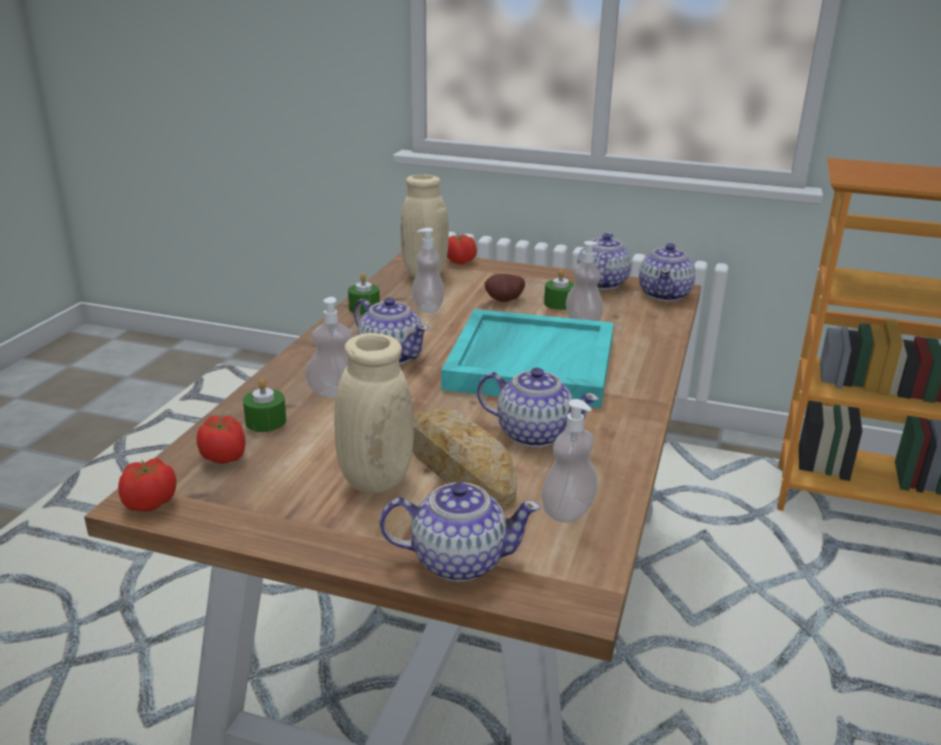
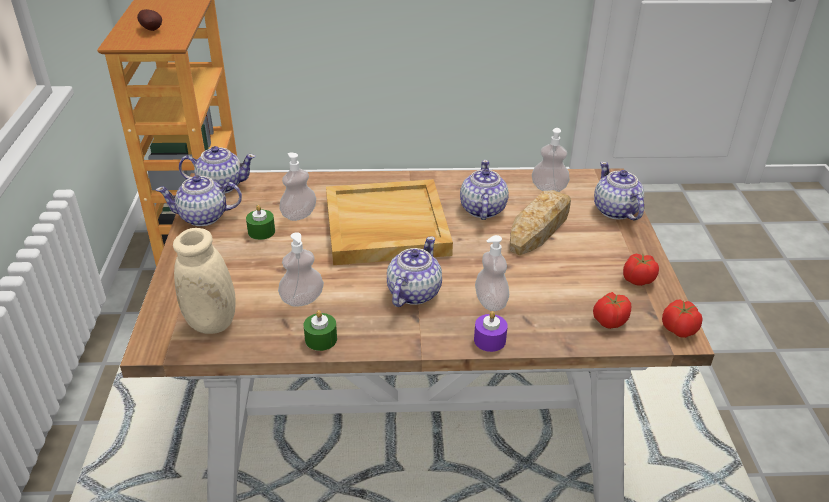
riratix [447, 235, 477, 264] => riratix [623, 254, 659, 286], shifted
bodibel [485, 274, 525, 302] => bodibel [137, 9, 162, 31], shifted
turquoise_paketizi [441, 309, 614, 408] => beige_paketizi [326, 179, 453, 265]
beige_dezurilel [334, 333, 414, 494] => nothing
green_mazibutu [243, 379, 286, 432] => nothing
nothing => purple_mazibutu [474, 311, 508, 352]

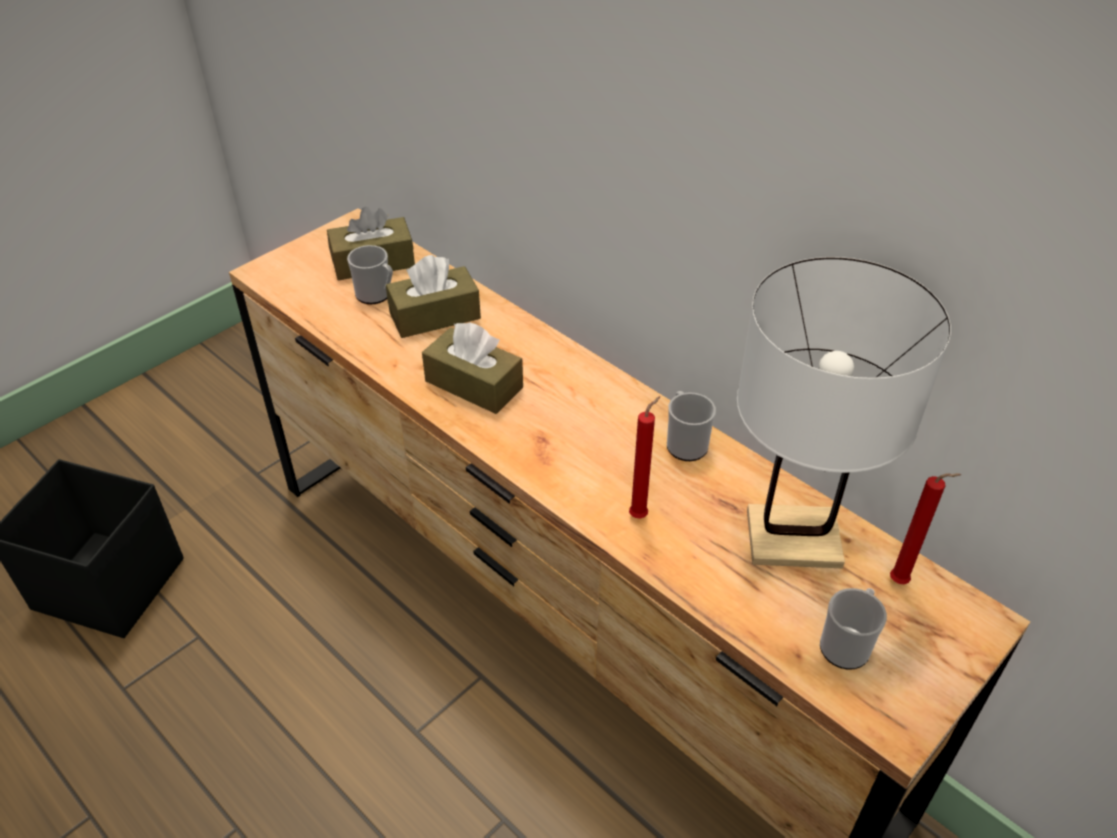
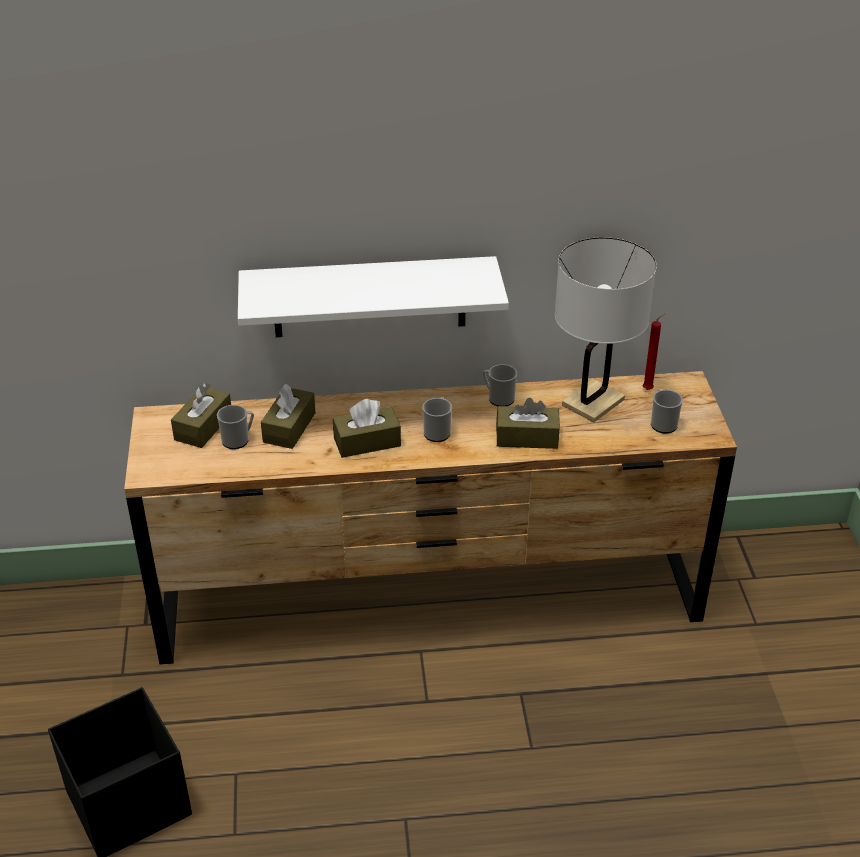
red_mazibutu [629, 396, 660, 519] => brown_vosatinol [496, 398, 560, 449]
nothing => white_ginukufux [238, 256, 509, 337]
nothing => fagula [422, 397, 452, 442]

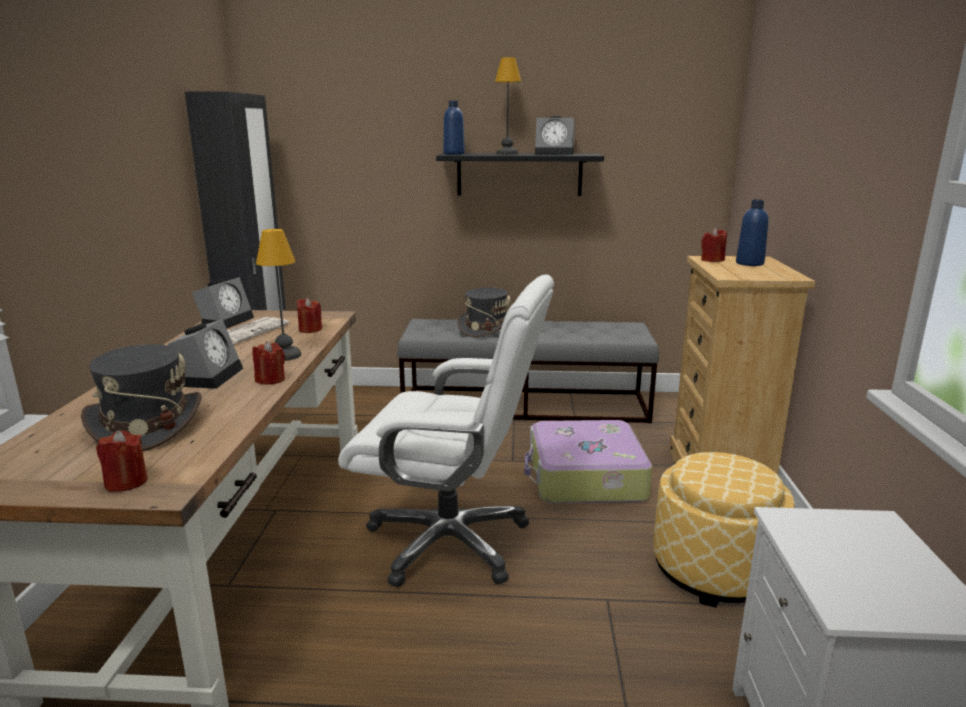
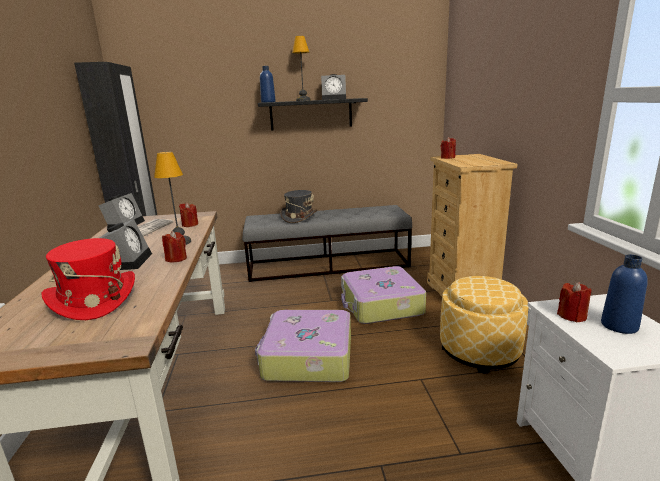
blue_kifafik [736, 200, 769, 266] => blue_kifafik [601, 255, 648, 334], shifted
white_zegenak [338, 274, 554, 587] => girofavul [255, 310, 351, 382]
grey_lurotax [81, 344, 201, 451] => red_lurotax [41, 238, 135, 320]
red_mazibutu [96, 430, 148, 492] => red_mazibutu [557, 282, 591, 322], shifted

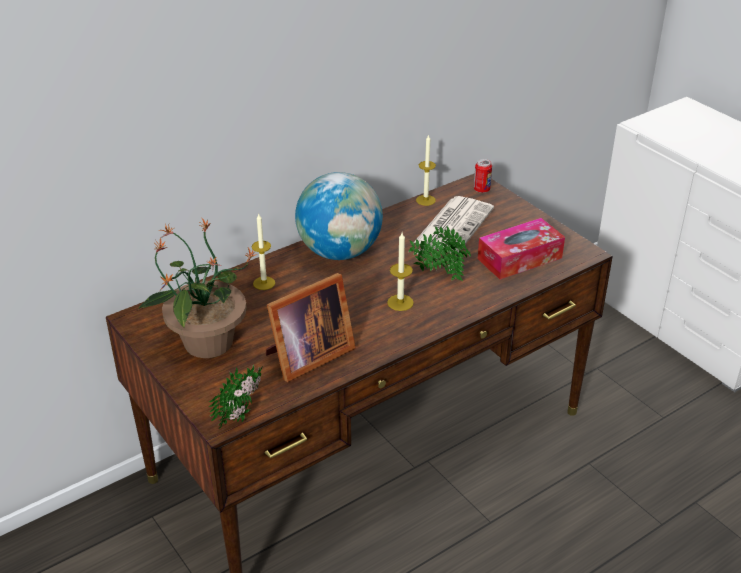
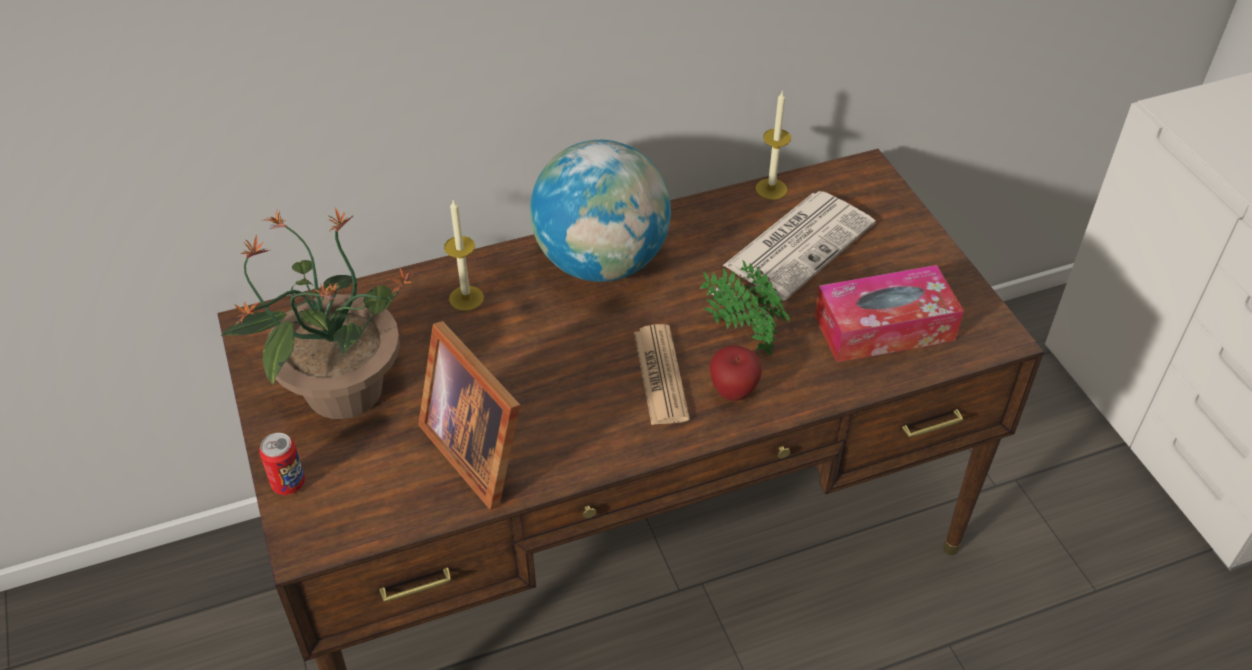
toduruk [474, 159, 492, 193] => toduruk [259, 433, 305, 495], shifted
mazibutu [387, 233, 414, 311] => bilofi [634, 324, 690, 425]
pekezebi [266, 273, 356, 382] => pekezebi [418, 321, 521, 510], 75 degrees clockwise
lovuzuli [209, 365, 262, 429] => nothing
nothing => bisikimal [709, 345, 762, 401]

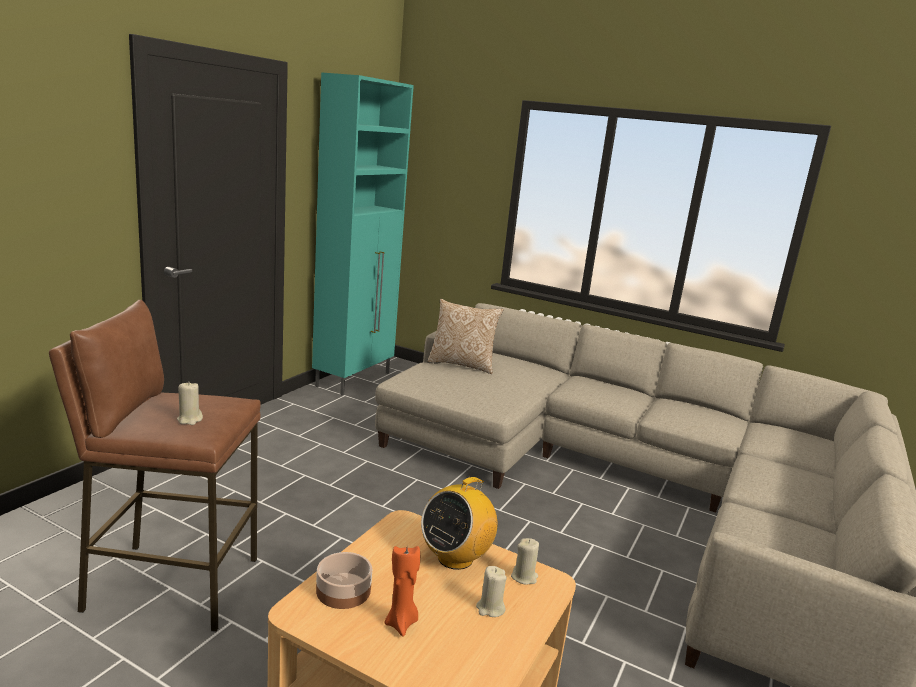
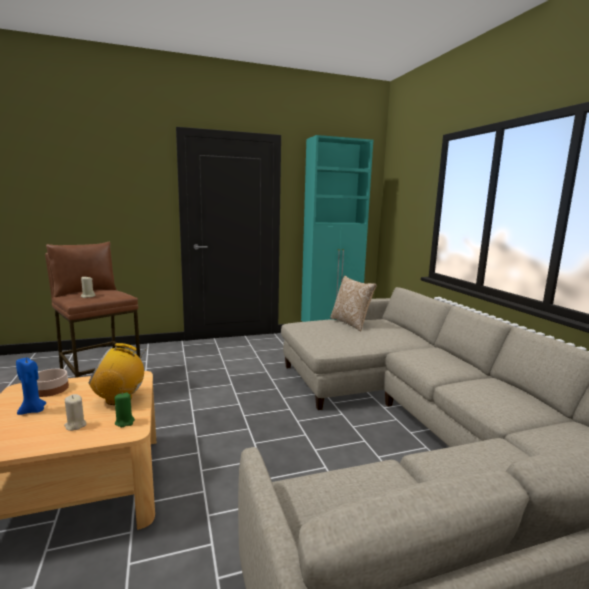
beige_mazibutu [511, 538, 539, 585] => green_mazibutu [114, 392, 135, 427]
orange_mazibutu [384, 546, 420, 637] => blue_mazibutu [16, 357, 46, 415]

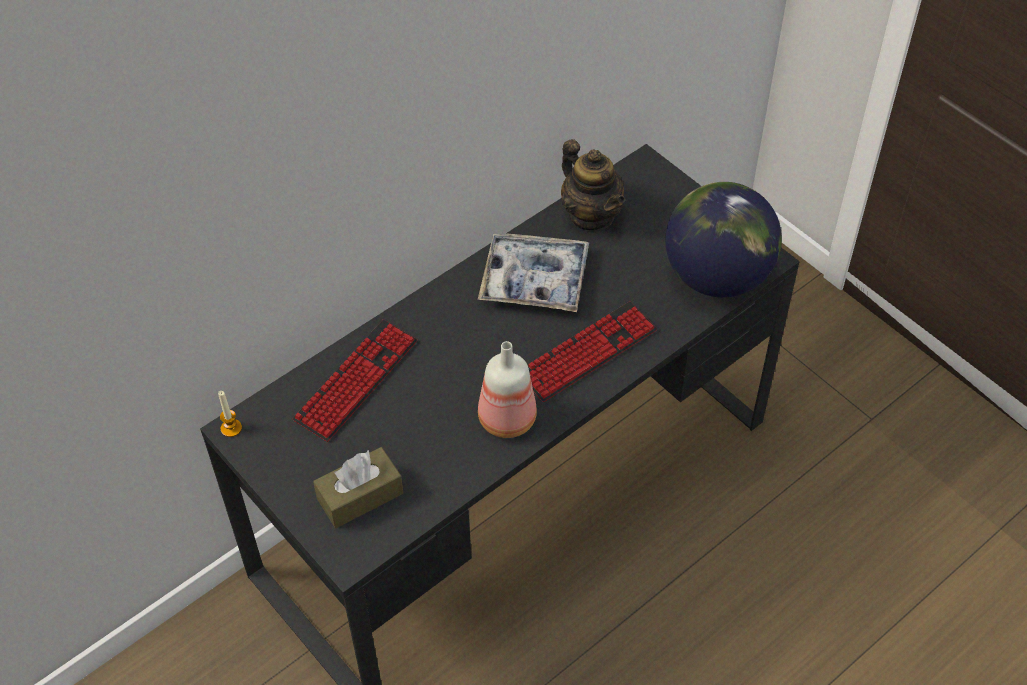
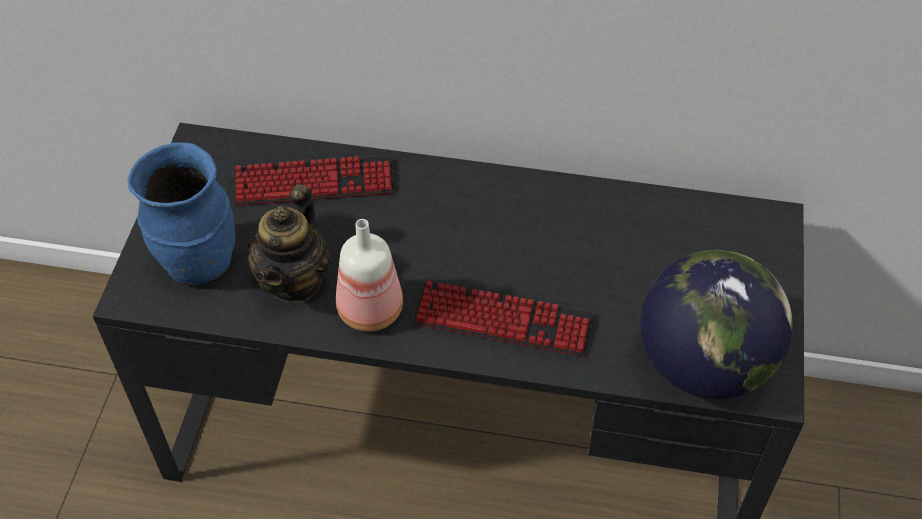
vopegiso [561, 139, 625, 231] => vopegiso [247, 184, 331, 304], shifted
paketizi [478, 232, 589, 312] => nothing
mazibutu [218, 391, 242, 437] => nothing
brown_vosatinol [313, 447, 403, 528] => blue_dezurilel [127, 143, 236, 286]

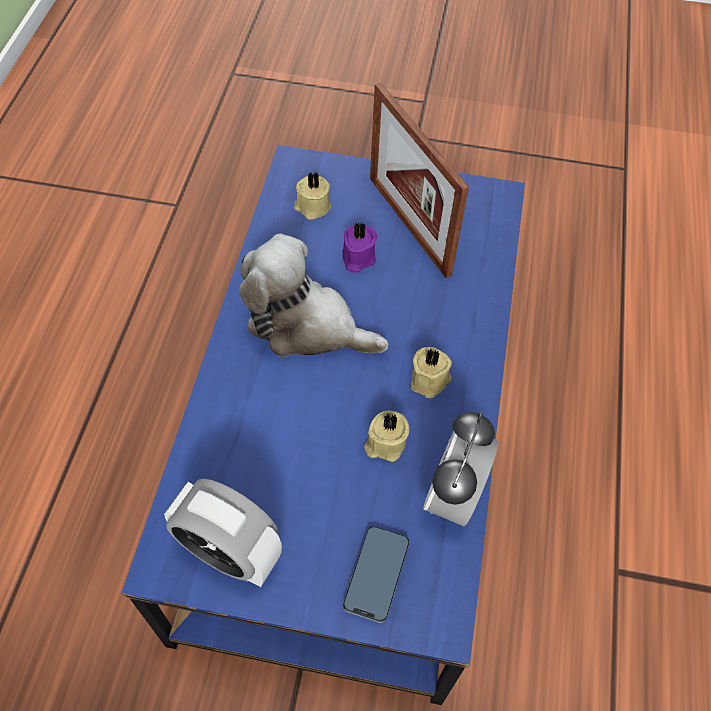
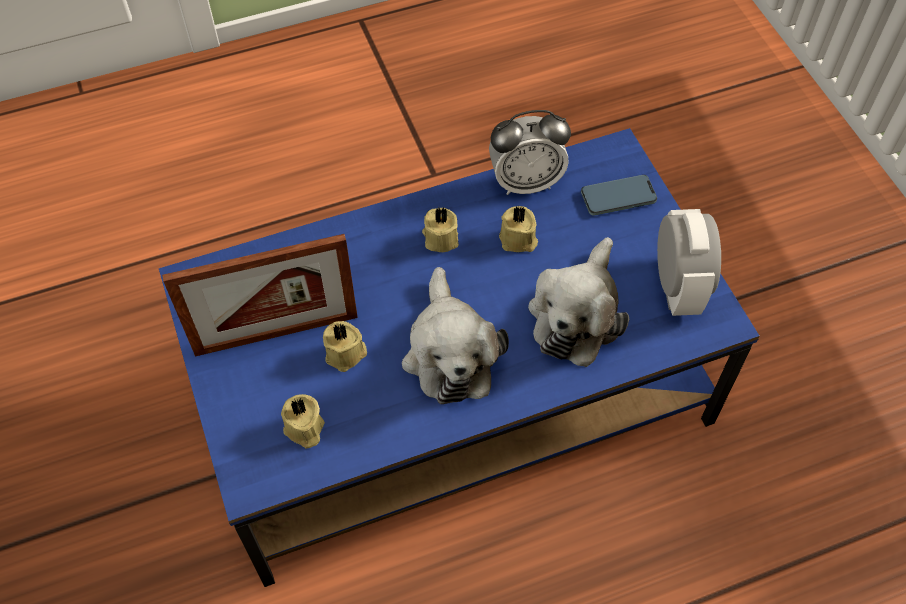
pekezebi [370, 82, 469, 278] => pekezebi [162, 234, 358, 356], 45 degrees clockwise
purple_mazibutu [342, 223, 377, 273] => beige_mazibutu [323, 321, 367, 372]
nothing => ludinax [528, 237, 629, 367]

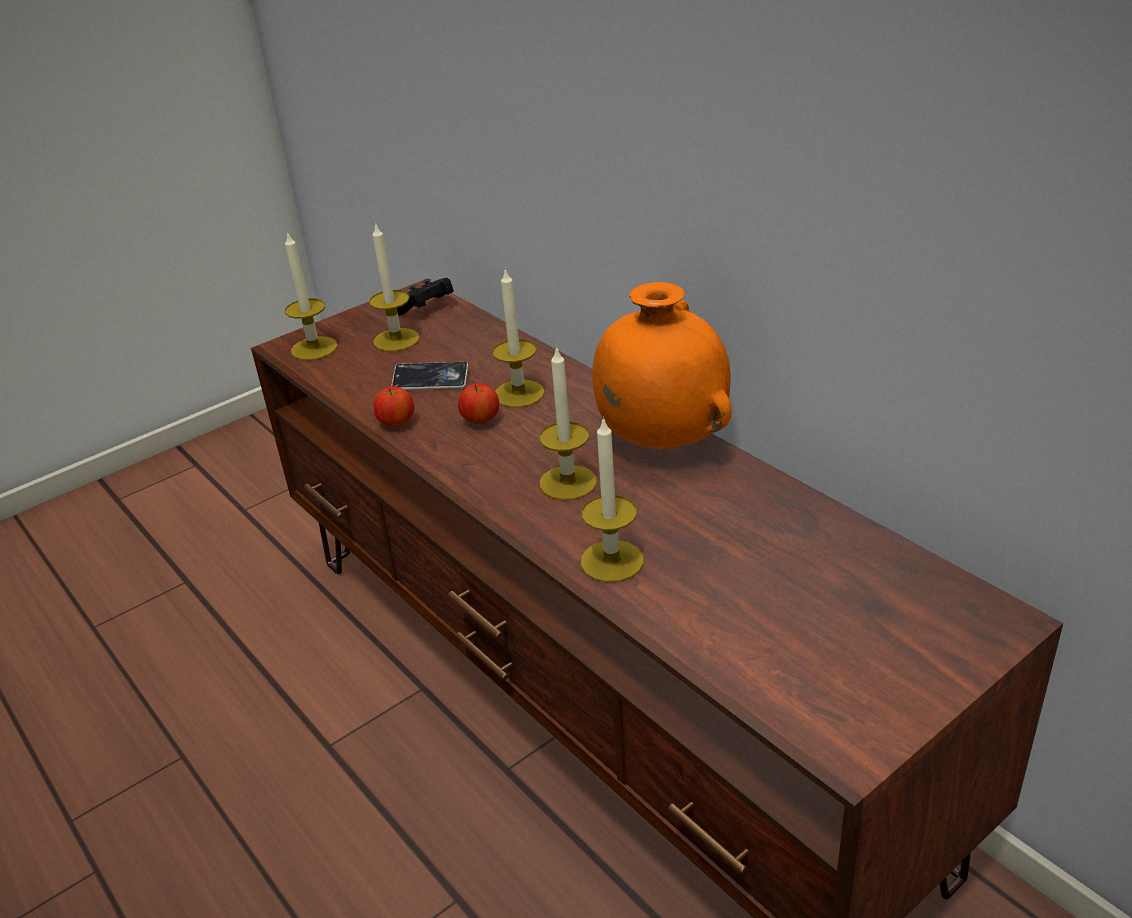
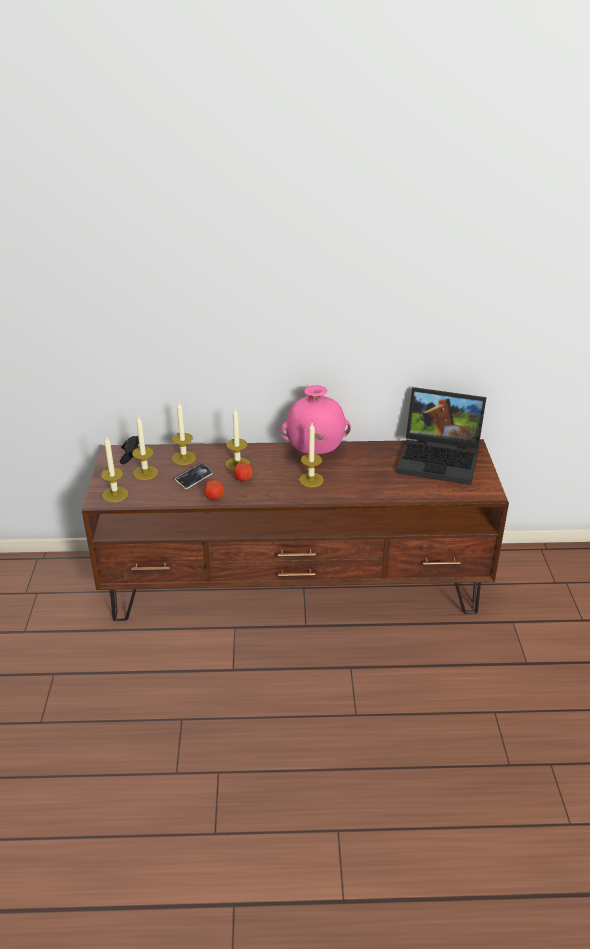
orange_dezurilel [592, 282, 732, 449] => pink_dezurilel [280, 385, 351, 454]
mazibutu [581, 416, 644, 583] => mazibutu [172, 403, 196, 465], shifted
nothing => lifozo [396, 387, 487, 485]

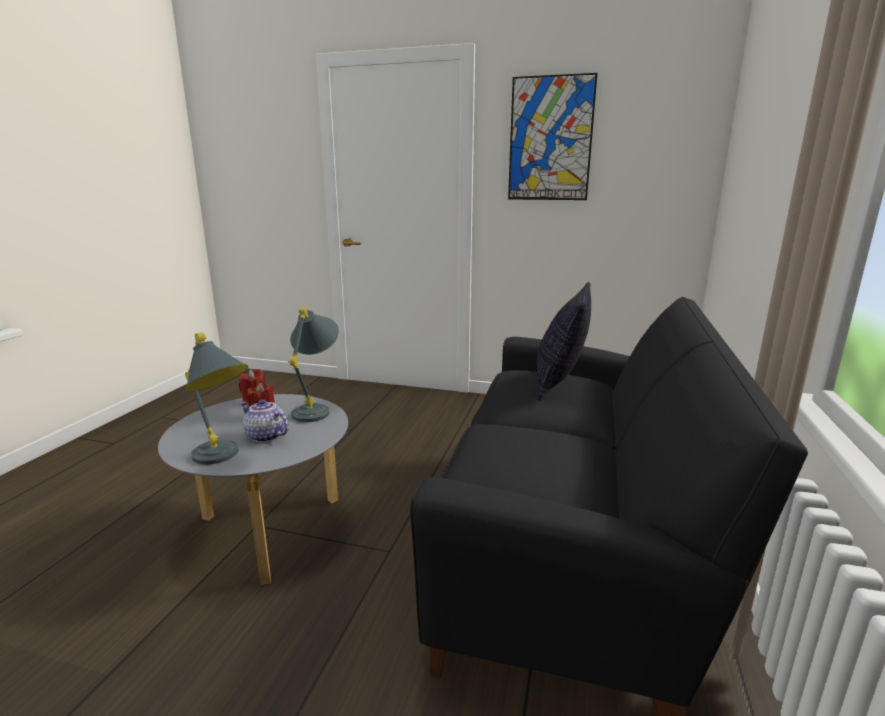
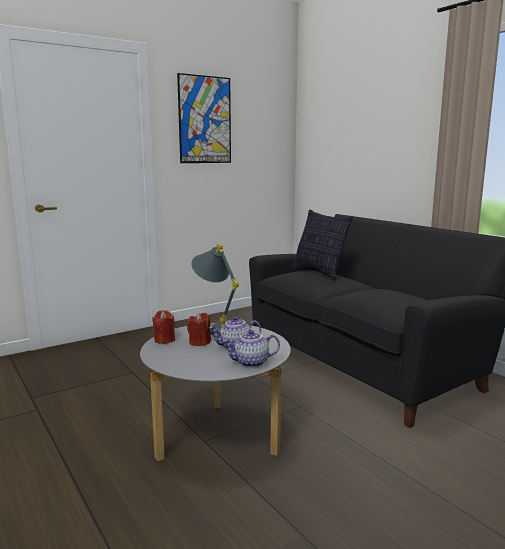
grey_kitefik [185, 332, 248, 465] => vopegiso [222, 330, 280, 368]

